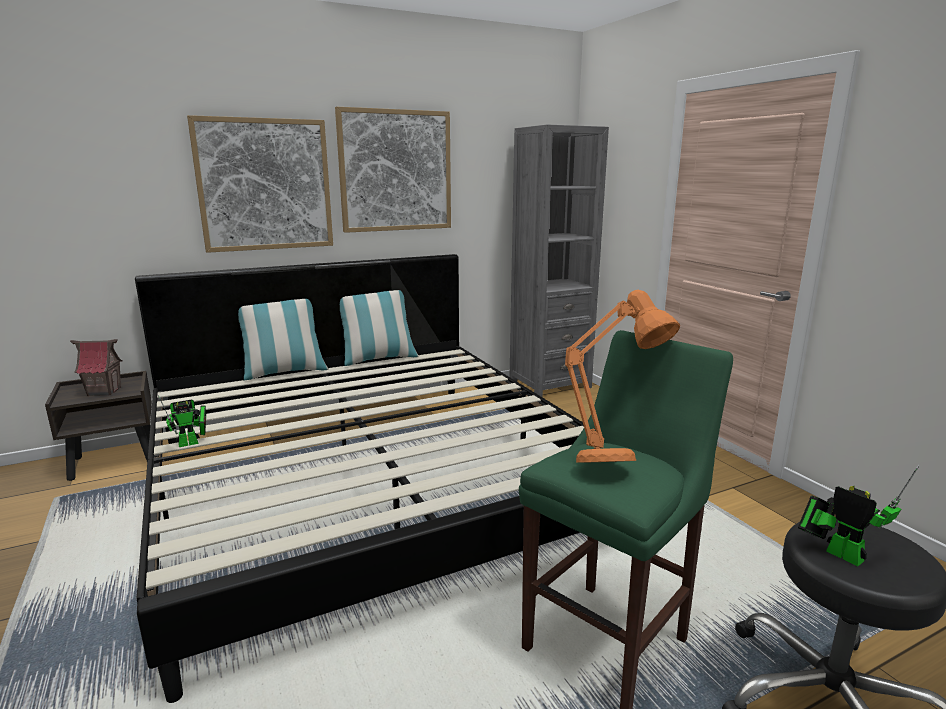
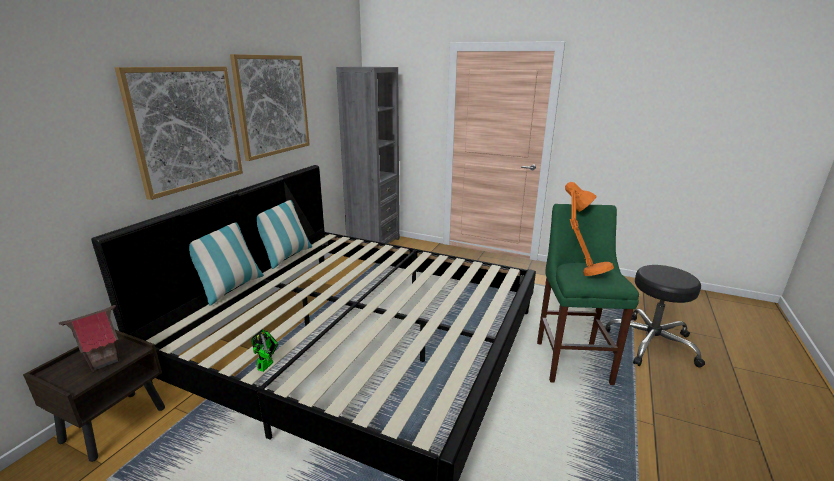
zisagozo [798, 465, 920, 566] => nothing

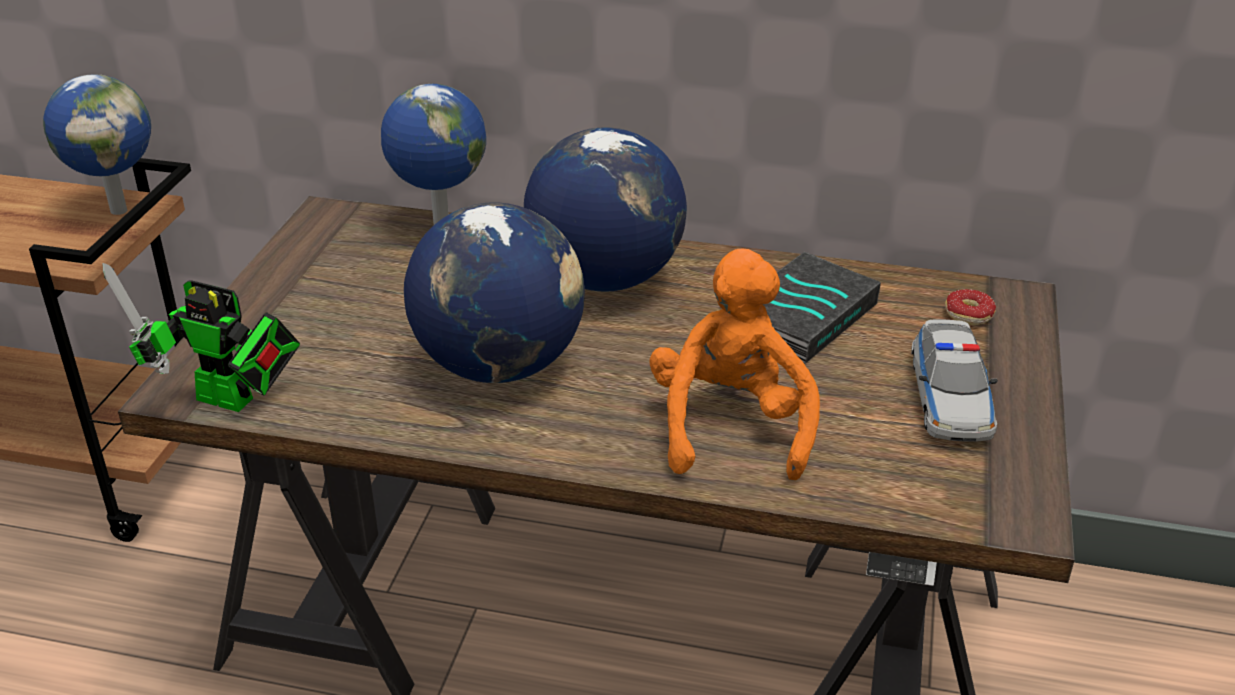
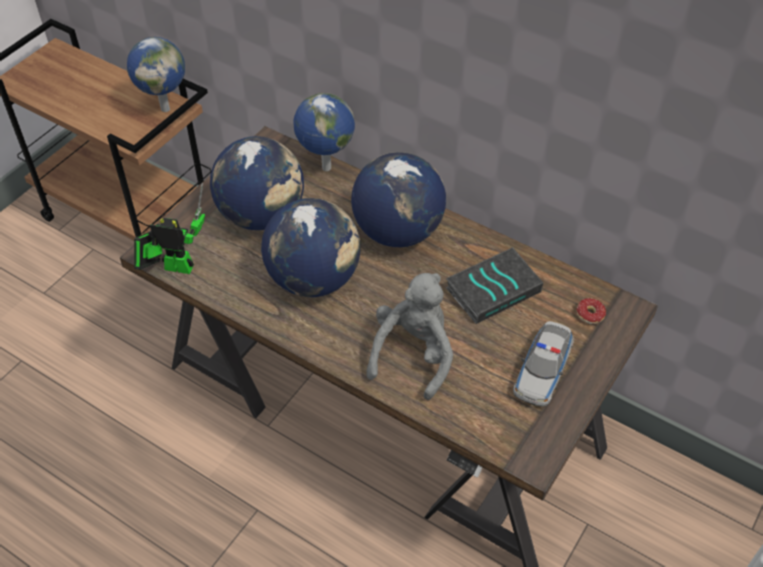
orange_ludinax [649, 249, 820, 480] => grey_ludinax [366, 273, 453, 400]
zisagozo [103, 263, 300, 412] => zisagozo [134, 183, 205, 274], 150 degrees clockwise
nothing => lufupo [210, 136, 304, 230]

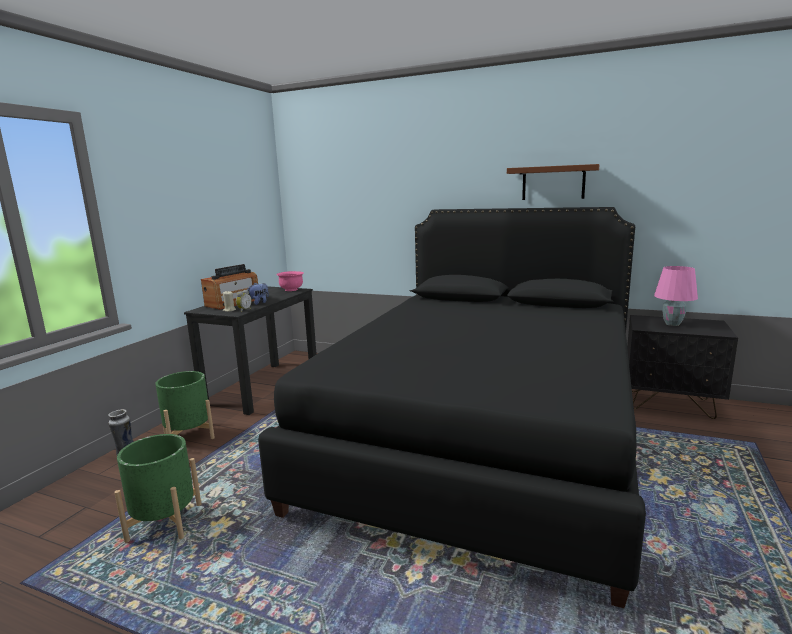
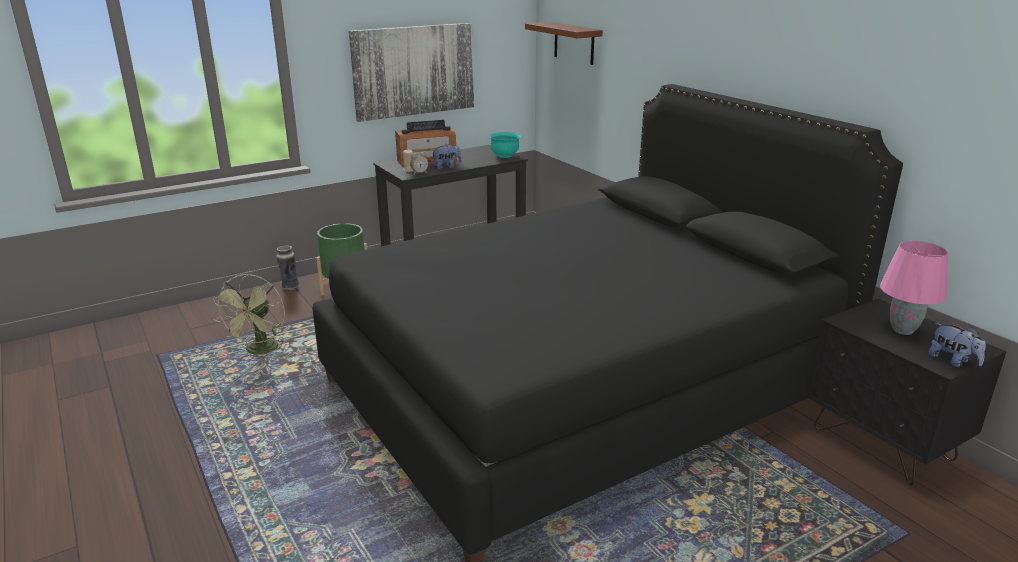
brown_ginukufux [507, 164, 599, 200] => brown_ginukufux [525, 22, 603, 65], shifted
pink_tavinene [276, 271, 304, 291] => turquoise_tavinene [489, 132, 521, 158]
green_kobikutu [114, 434, 201, 543] => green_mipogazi [213, 274, 288, 354]
nothing => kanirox [349, 23, 474, 122]
nothing => ludinax [929, 323, 986, 367]

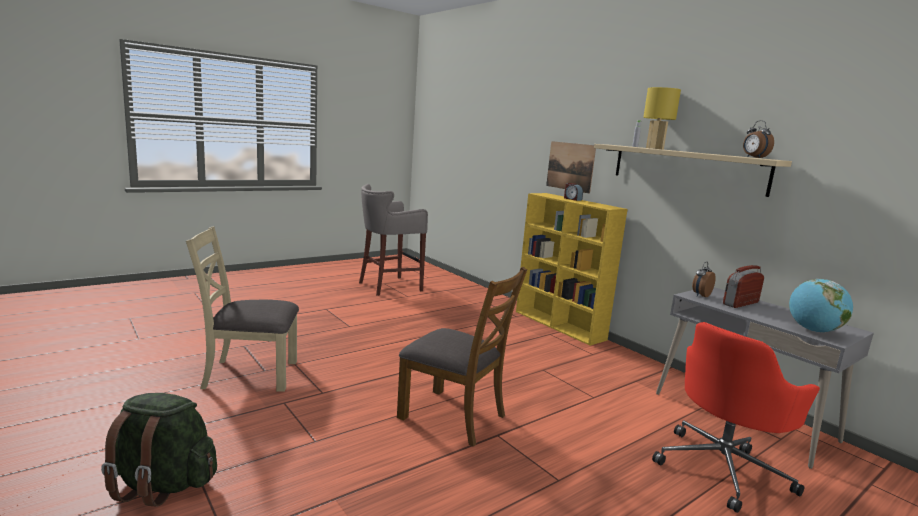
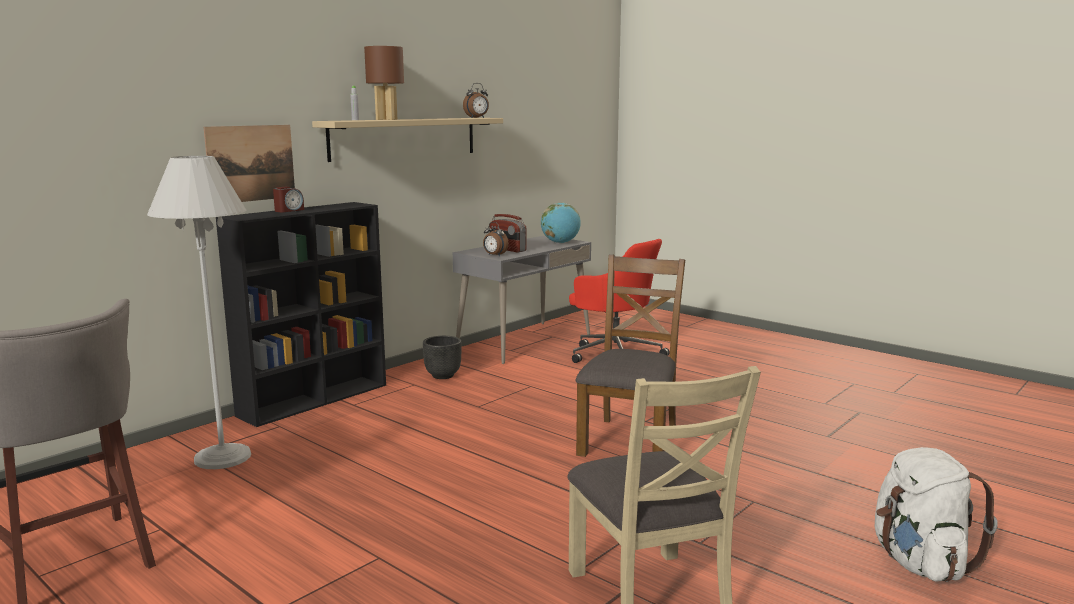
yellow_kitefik [643, 87, 681, 149] => brown_kitefik [364, 46, 404, 120]
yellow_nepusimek [516, 193, 627, 346] => black_nepusimek [216, 202, 386, 427]
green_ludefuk [101, 393, 217, 507] => white_ludefuk [875, 447, 998, 582]
nothing => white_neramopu [147, 156, 251, 469]
nothing => black_kobikutu [423, 336, 462, 379]

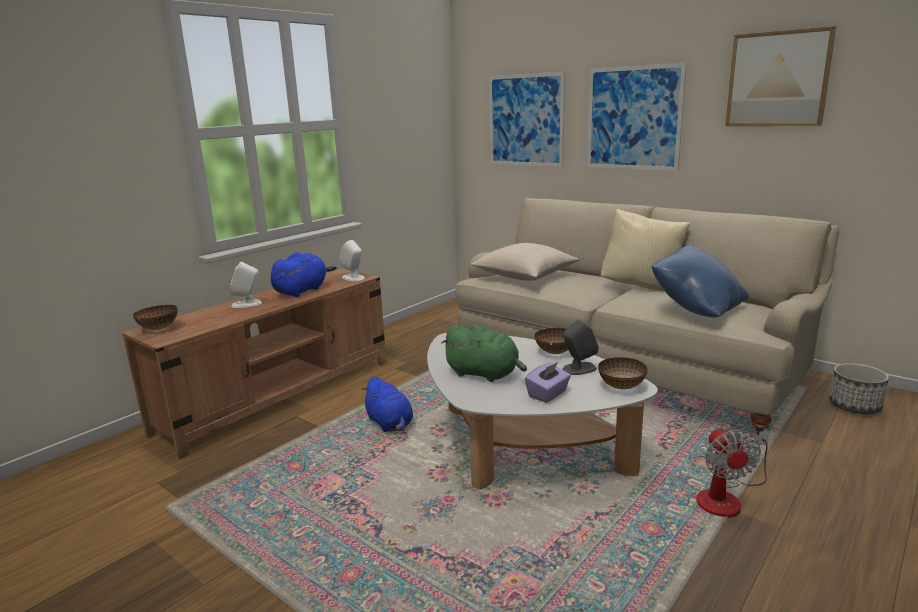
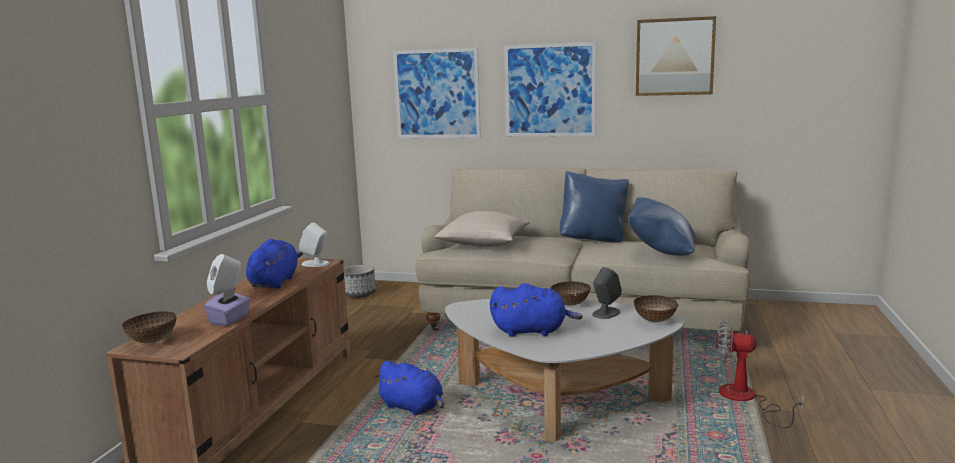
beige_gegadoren [601, 208, 690, 292] => blue_gegadoren [560, 171, 629, 242]
green_ludinax [441, 324, 527, 382] => blue_ludinax [490, 284, 583, 337]
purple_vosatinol [525, 362, 571, 403] => purple_vosatinol [204, 287, 251, 326], shifted
kobikutu [829, 363, 889, 414] => kobikutu [344, 265, 376, 298], shifted
mipogazi [696, 427, 770, 518] => mipogazi [717, 320, 804, 428], 135 degrees clockwise

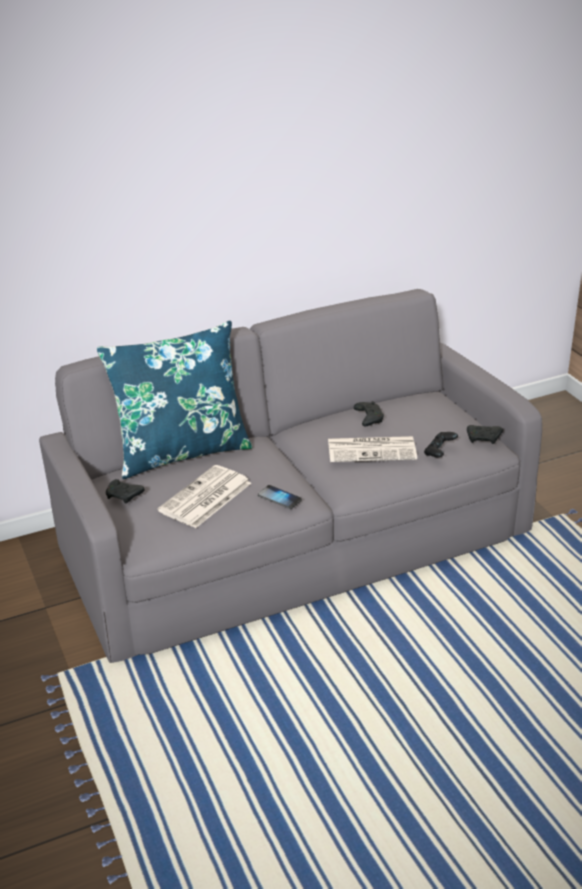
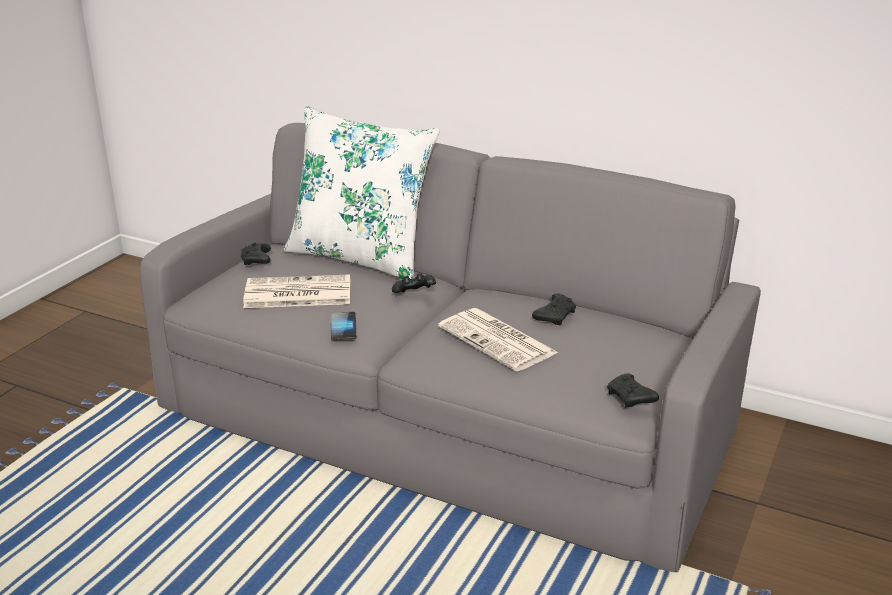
blue_gegadoren [97, 321, 253, 479] => white_gegadoren [284, 106, 440, 279]
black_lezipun [424, 432, 458, 457] => black_lezipun [392, 273, 436, 293], shifted

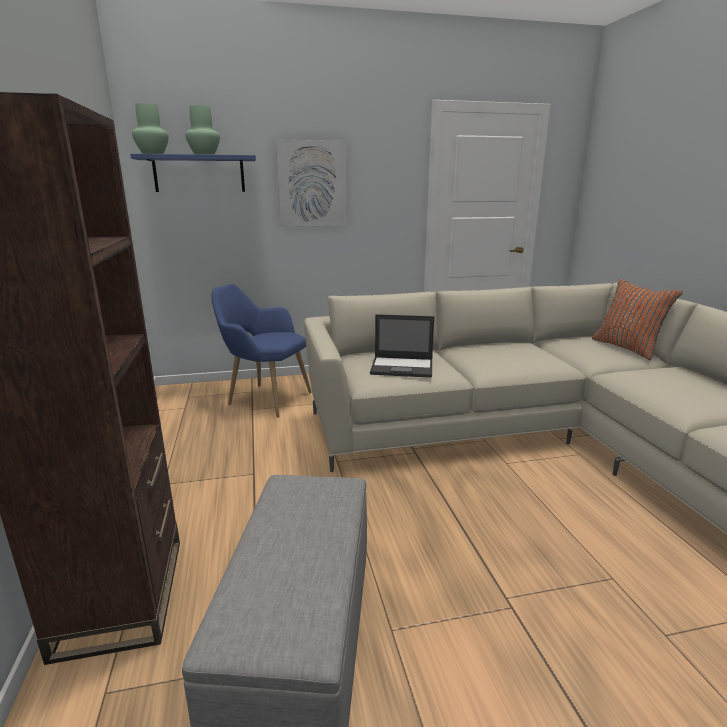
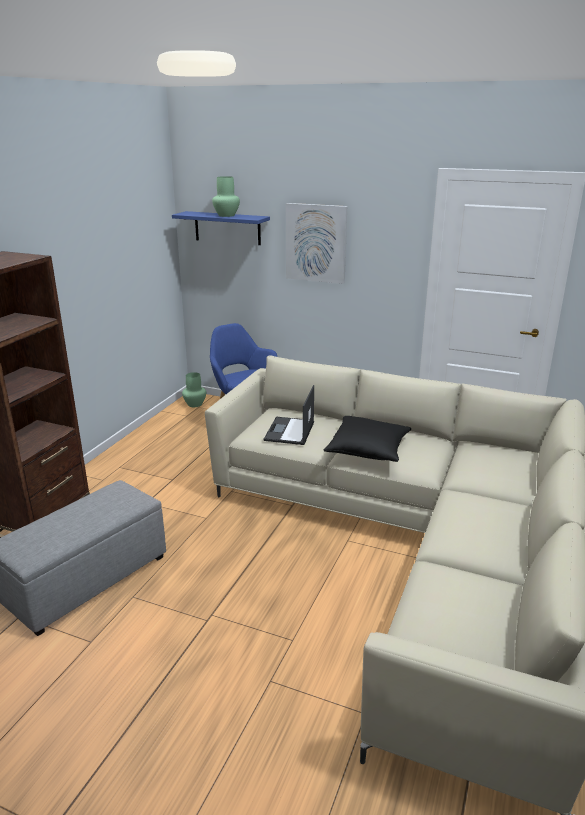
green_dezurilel [132, 103, 169, 154] => green_dezurilel [182, 372, 206, 407], shifted
orange_gegadoren [592, 279, 683, 360] => nothing
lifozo [370, 314, 434, 378] => lifozo [263, 385, 314, 445], 60 degrees clockwise
nothing => black_gegadoren [324, 416, 412, 462]

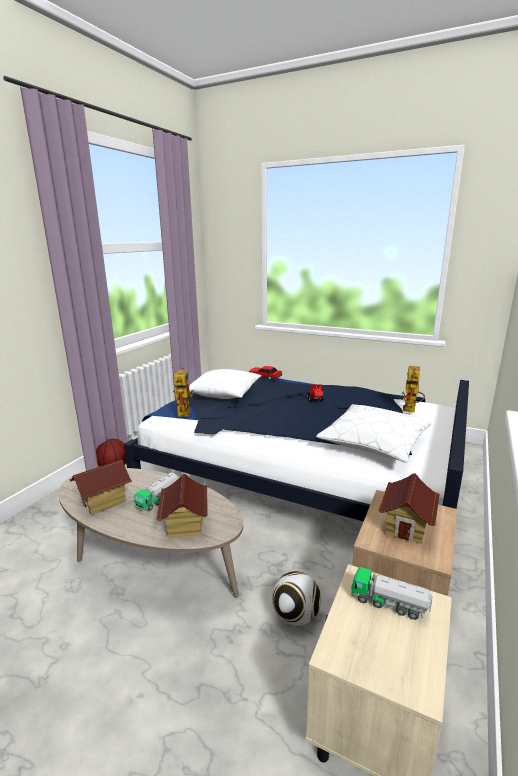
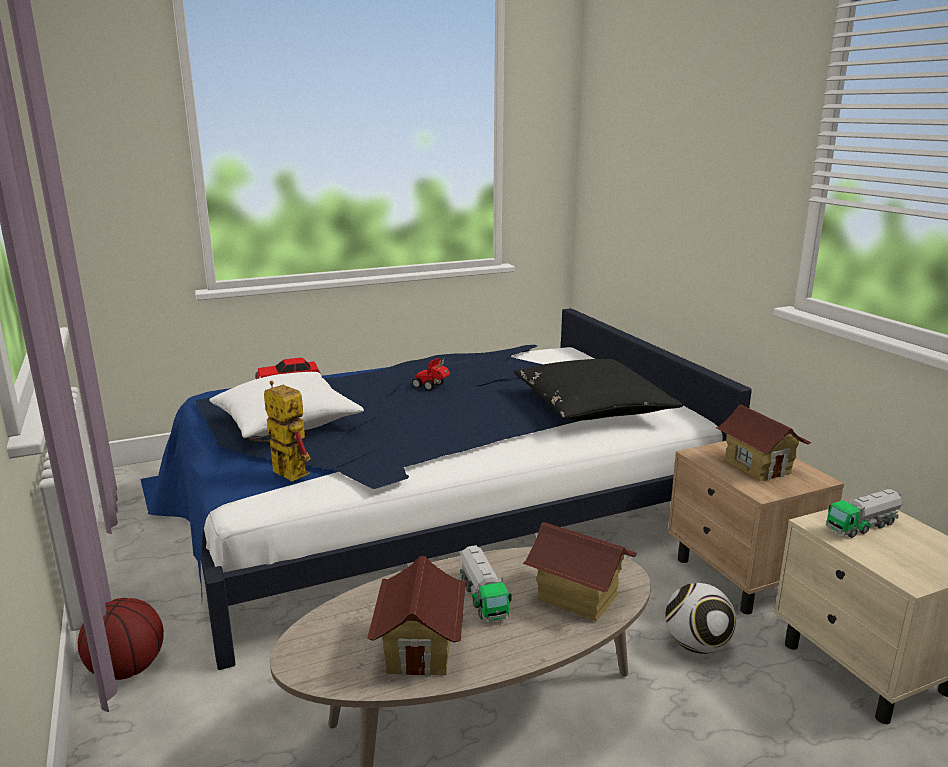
zisagozo [402, 366, 425, 412] => nothing
white_gegadoren [316, 404, 432, 463] => black_gegadoren [514, 359, 683, 421]

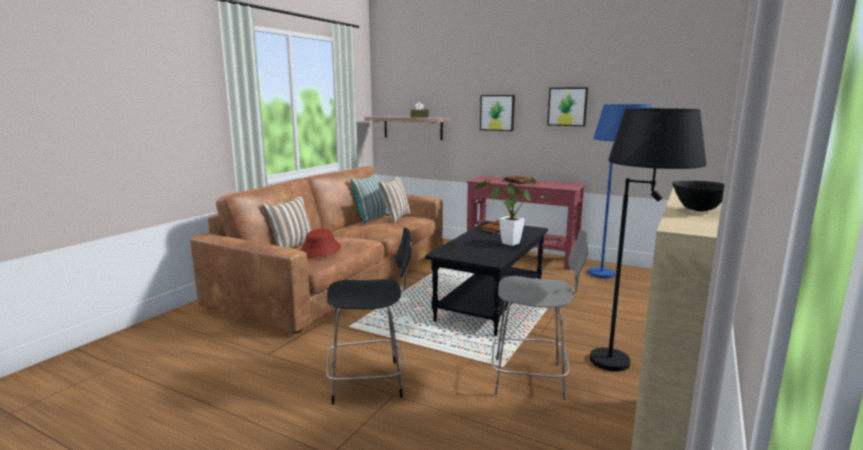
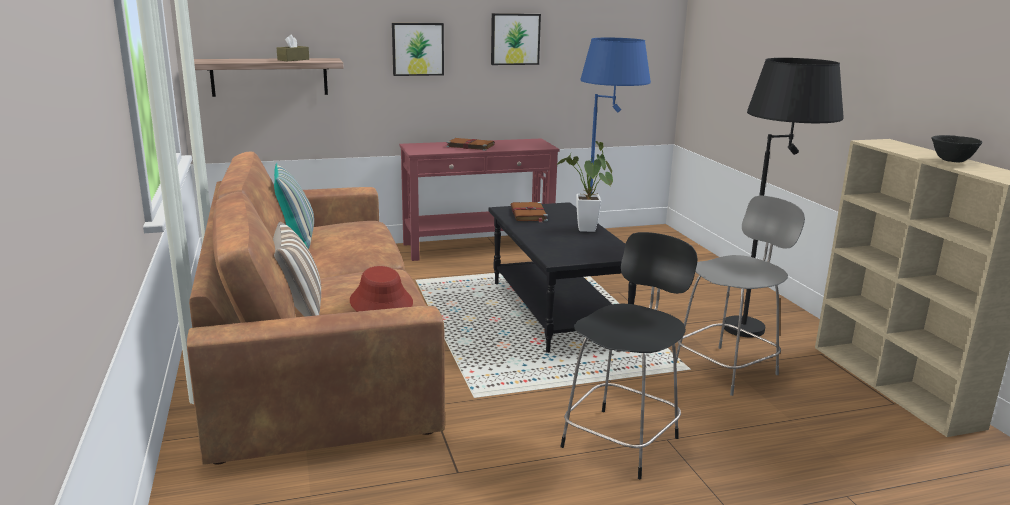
gegadoren [379, 176, 411, 223] => nothing

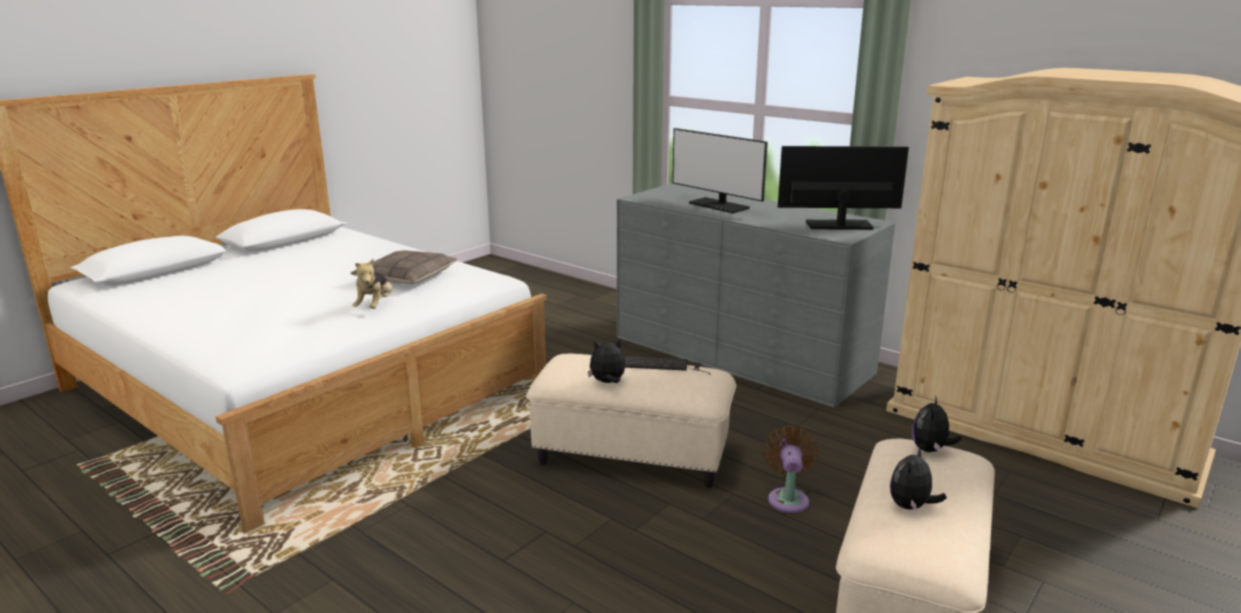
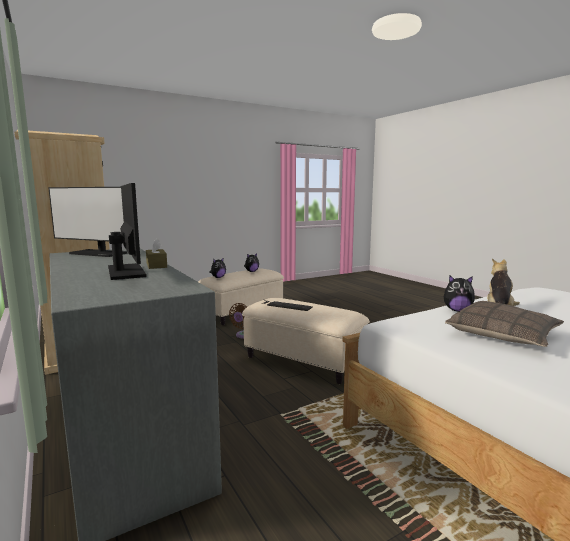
ludinax [588, 339, 626, 383] => ludinax [444, 275, 475, 312], shifted
nothing => brown_vosatinol [146, 238, 167, 269]

